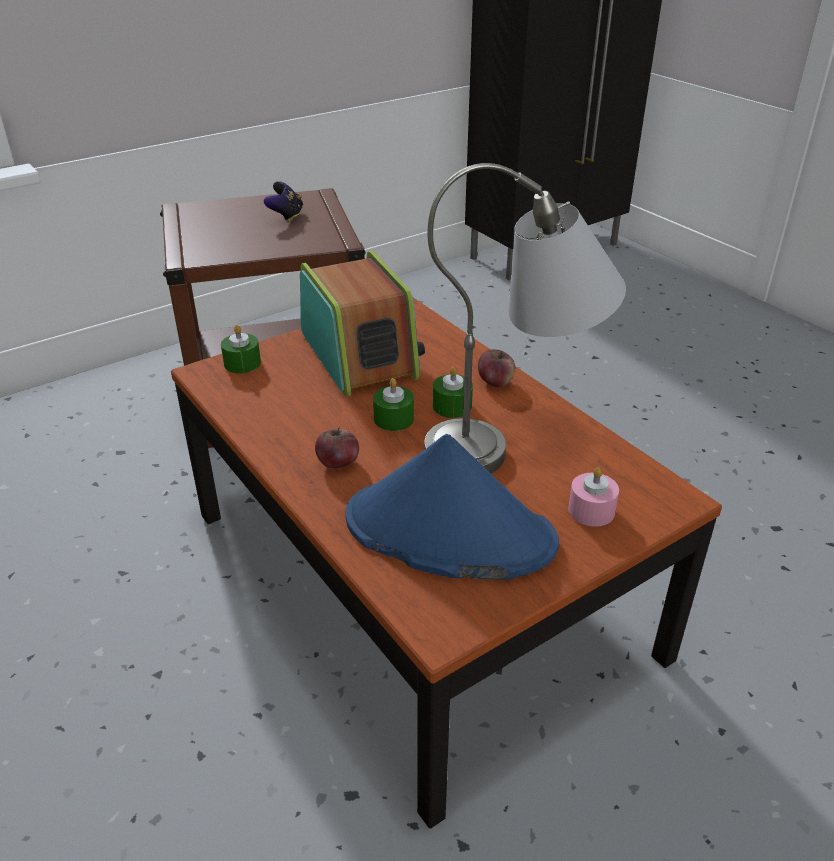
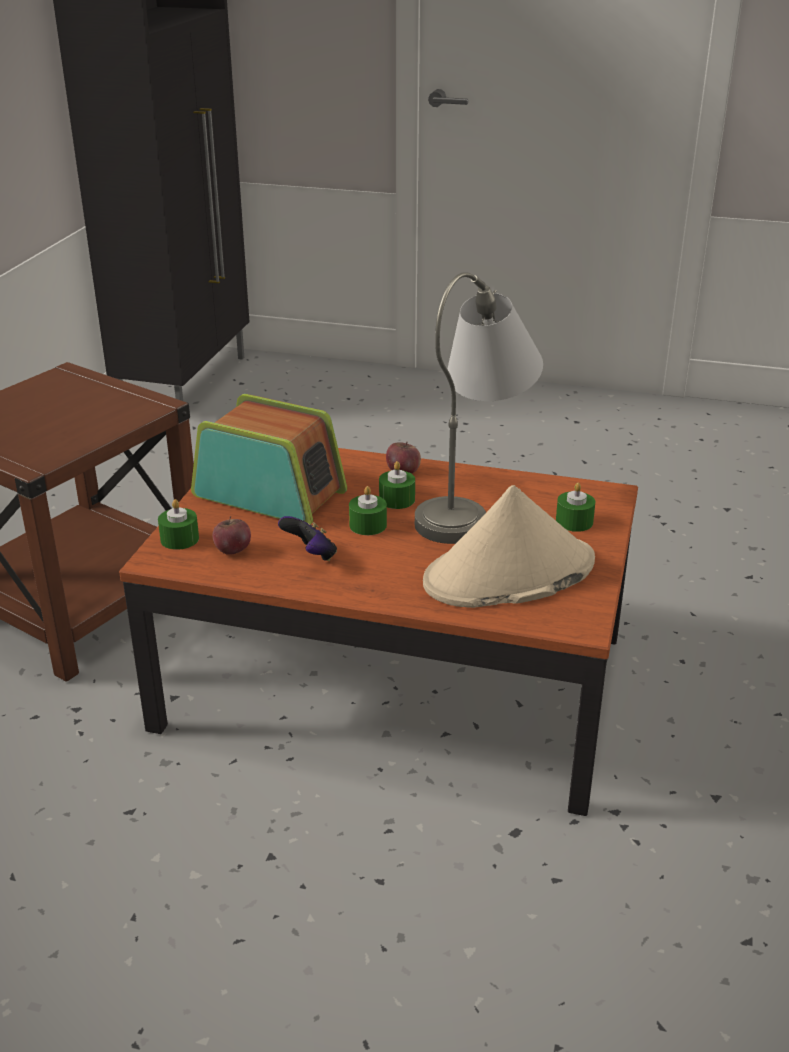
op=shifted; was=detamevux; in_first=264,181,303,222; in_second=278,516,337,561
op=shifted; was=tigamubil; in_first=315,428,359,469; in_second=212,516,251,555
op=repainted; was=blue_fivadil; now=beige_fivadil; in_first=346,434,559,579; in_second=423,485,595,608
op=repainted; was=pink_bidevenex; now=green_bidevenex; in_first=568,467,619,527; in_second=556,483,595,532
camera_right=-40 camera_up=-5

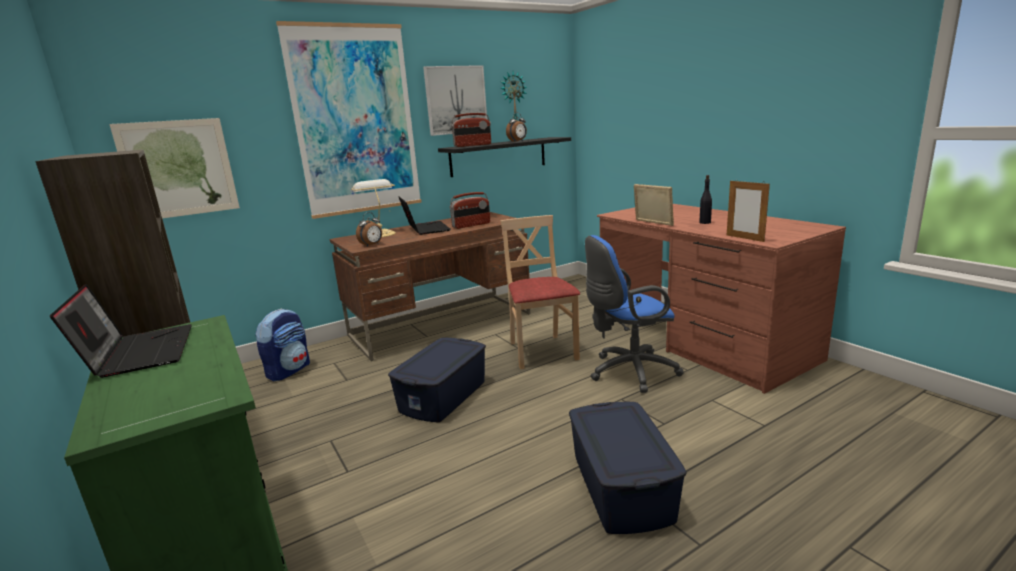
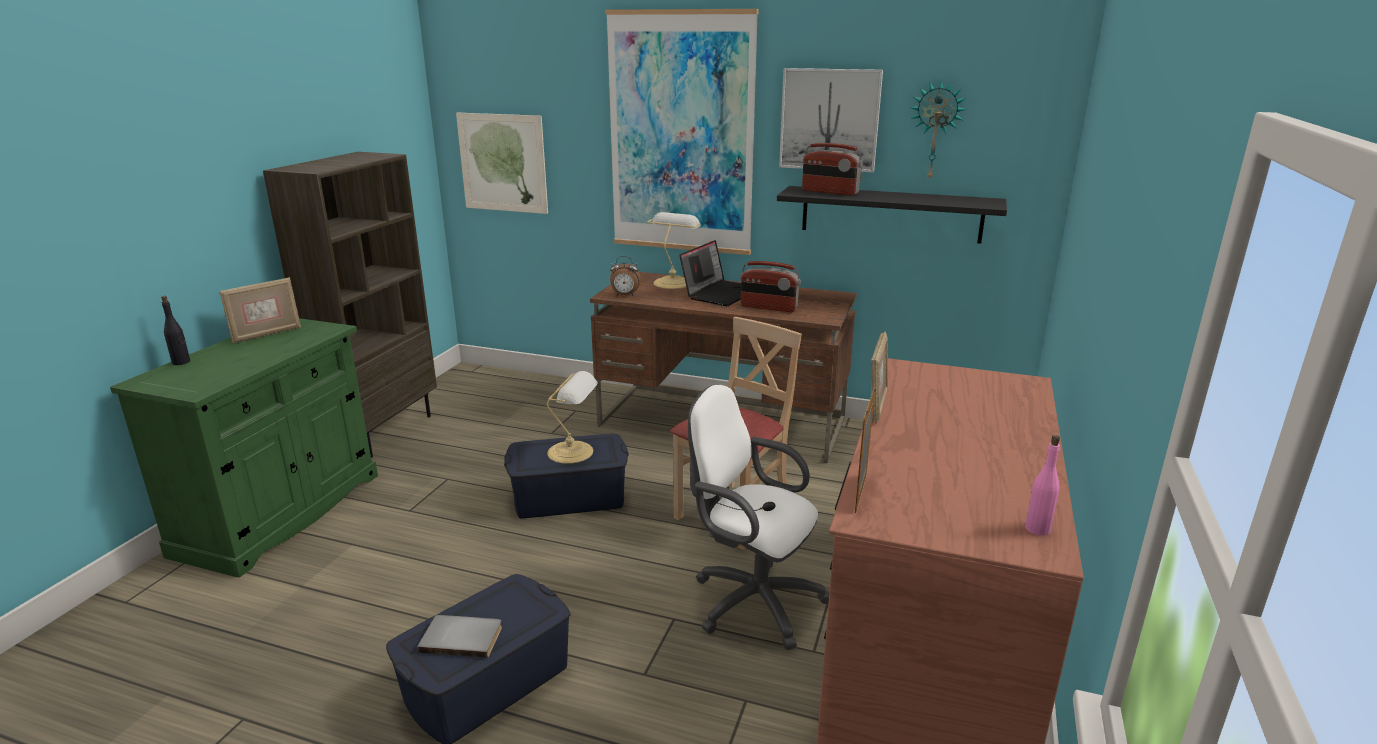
op=swapped; was=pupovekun; now=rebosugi; in_first=50,284,192,378; in_second=220,277,301,344
op=gone; was=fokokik; in_first=255,308,310,381
op=gone; was=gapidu; in_first=506,113,527,142
op=repainted; was=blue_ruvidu; now=white_ruvidu; in_first=585,235,683,393; in_second=688,384,829,650
op=shifted; was=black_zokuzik; in_first=699,175,712,224; in_second=161,296,190,365
op=new; now=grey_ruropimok; in_second=417,615,502,658
op=new; now=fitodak; in_second=547,371,598,464
op=new; now=pink_zokuzik; in_second=1025,435,1060,536
camera_right=50 camera_up=5

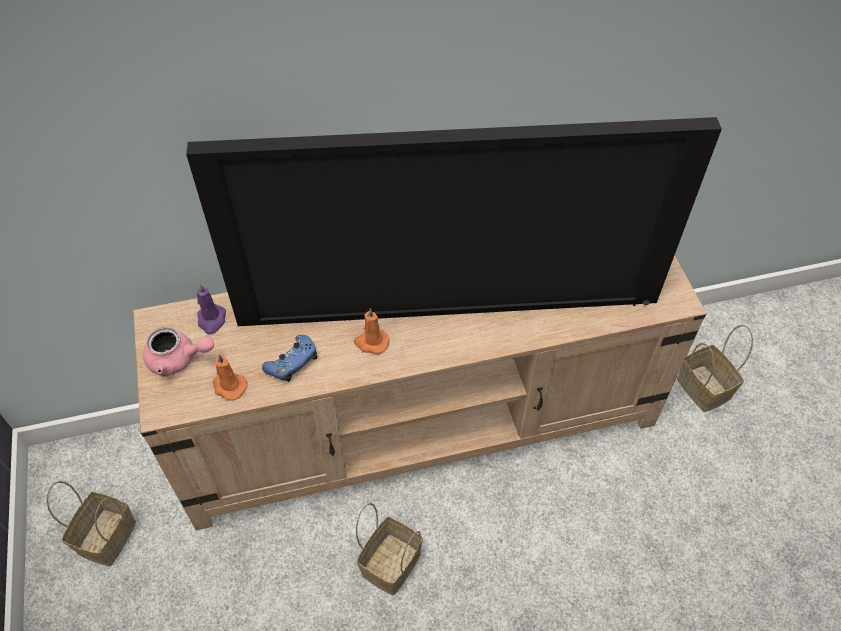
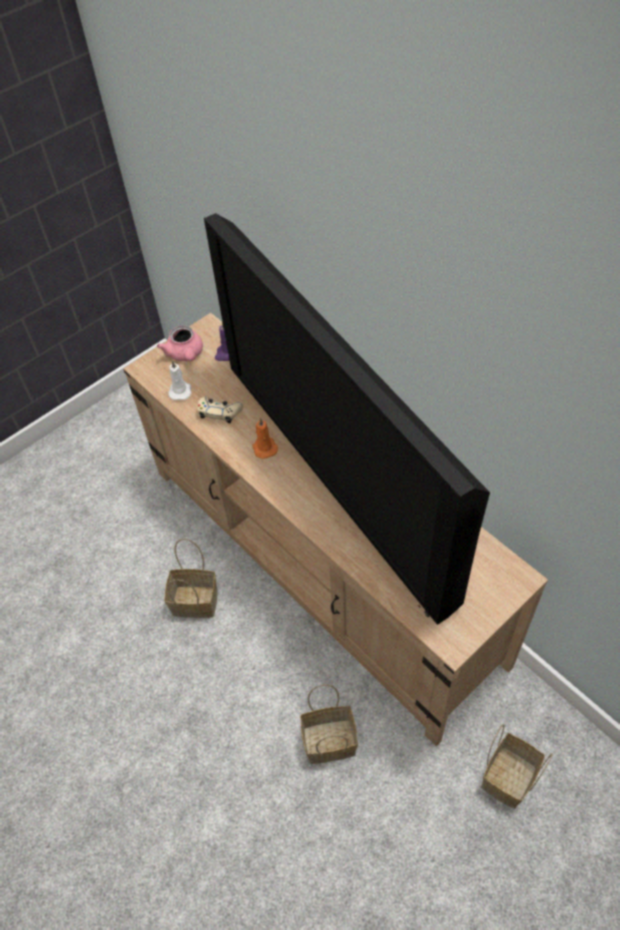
op=shifted; was=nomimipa; in_first=46,481,136,566; in_second=300,684,358,764
op=repainted; was=orange_bidevenex; now=white_bidevenex; in_first=213,354,247,401; in_second=168,360,192,400
op=repainted; was=blue_detamevux; now=beige_detamevux; in_first=262,335,317,382; in_second=197,397,243,423
camera_right=65 camera_up=0

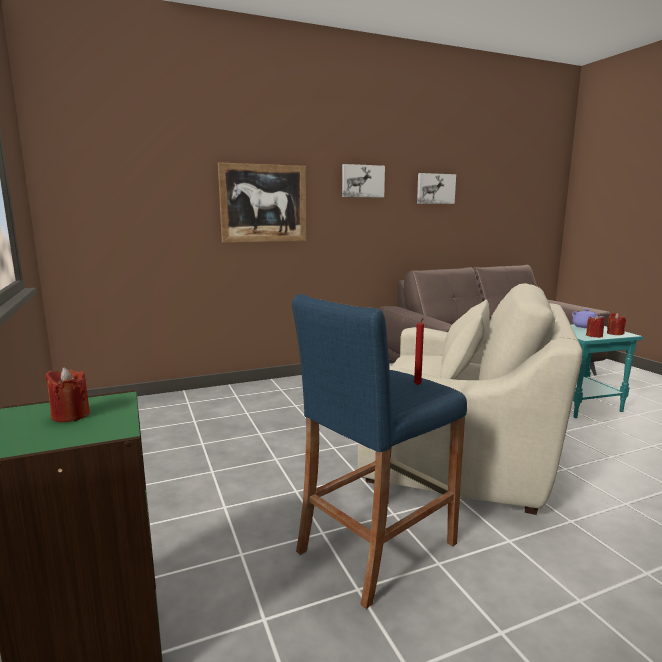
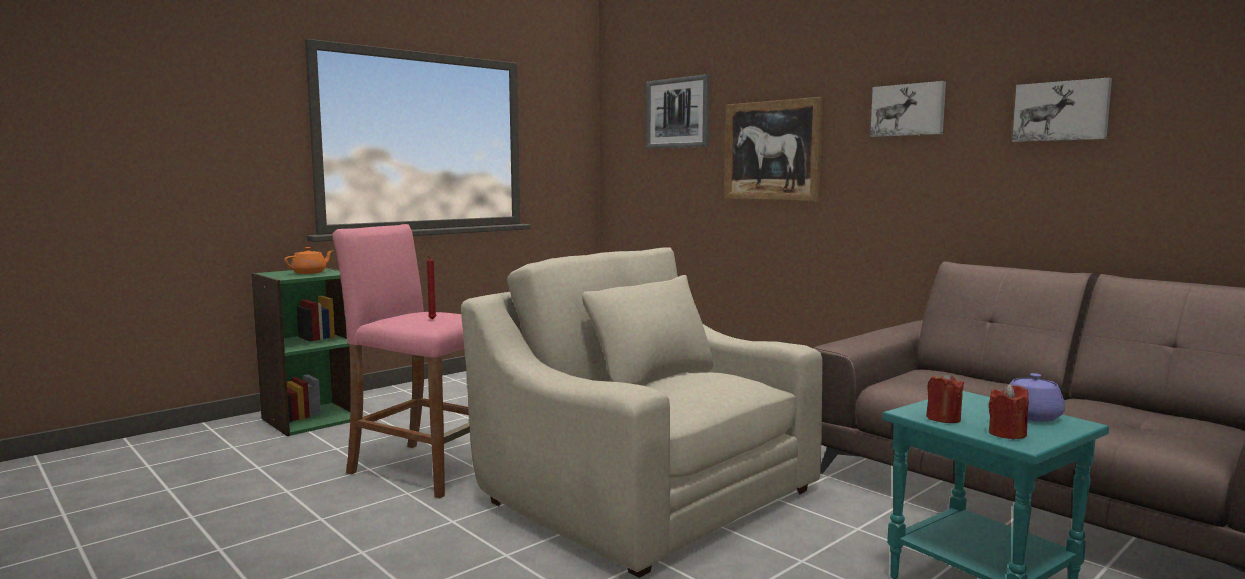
op=swapped; was=red_bidevenex; now=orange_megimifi; in_first=45,367,90,422; in_second=284,247,333,274
op=repainted; was=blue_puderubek; now=pink_puderubek; in_first=292,294,467,609; in_second=333,224,470,498
op=rotated; was=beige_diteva; in_first=357,283,582,515; in_second=461,247,823,578; clockwise=135
op=new; now=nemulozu; in_second=646,74,710,149
camera_right=70 camera_up=-5

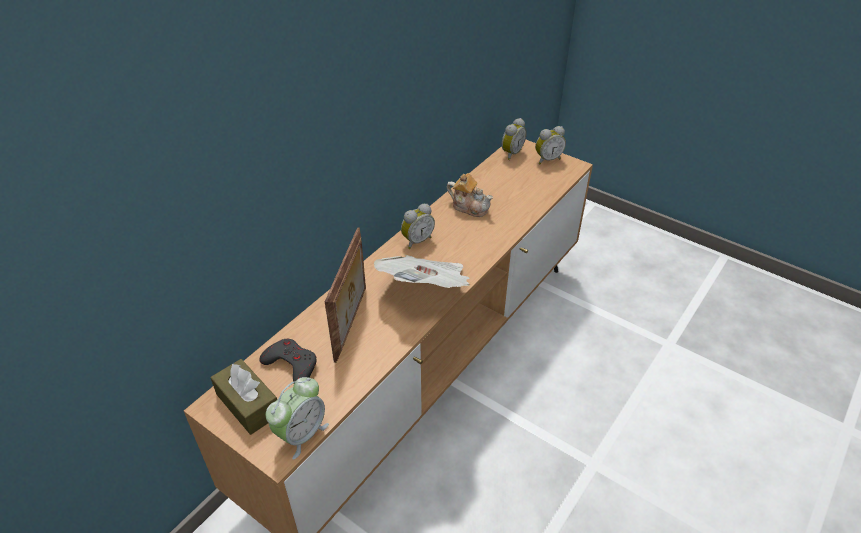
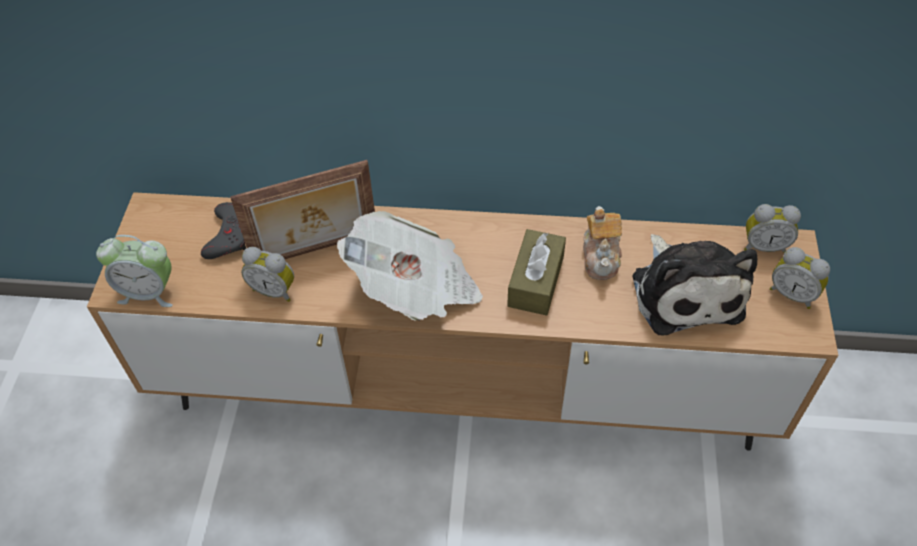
op=shifted; was=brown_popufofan; in_first=211,359,277,435; in_second=507,229,566,316
op=shifted; was=gapidu; in_first=401,204,435,249; in_second=241,247,294,302
op=new; now=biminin; in_second=632,234,757,335
camera_right=60 camera_up=10

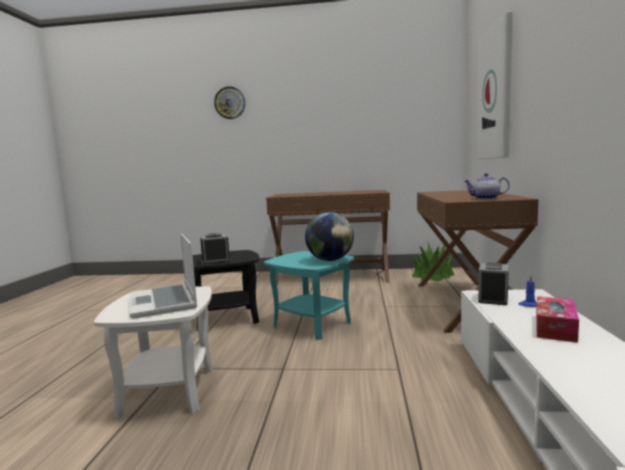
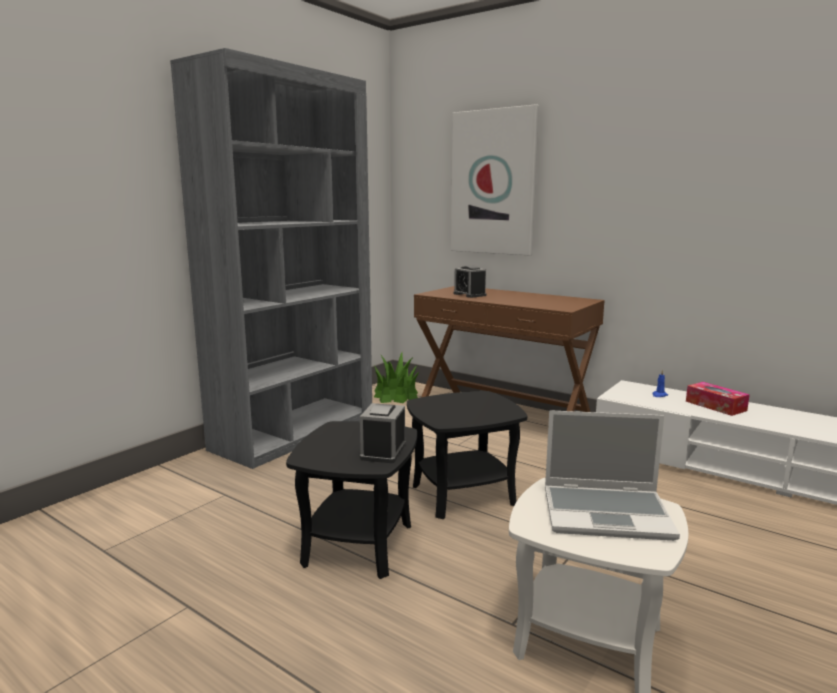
op=gone; was=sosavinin; in_first=214,86,245,119
op=repainted; was=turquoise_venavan; now=black_venavan; in_first=264,251,354,340; in_second=407,391,527,519
op=swapped; was=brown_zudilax; now=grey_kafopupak; in_first=266,190,390,284; in_second=170,48,372,469
op=gone; was=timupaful; in_first=305,212,354,261
op=gone; was=megimifi; in_first=464,173,510,200
op=shifted; was=gapidu; in_first=478,262,509,305; in_second=454,266,486,298
camera_right=-60 camera_up=5

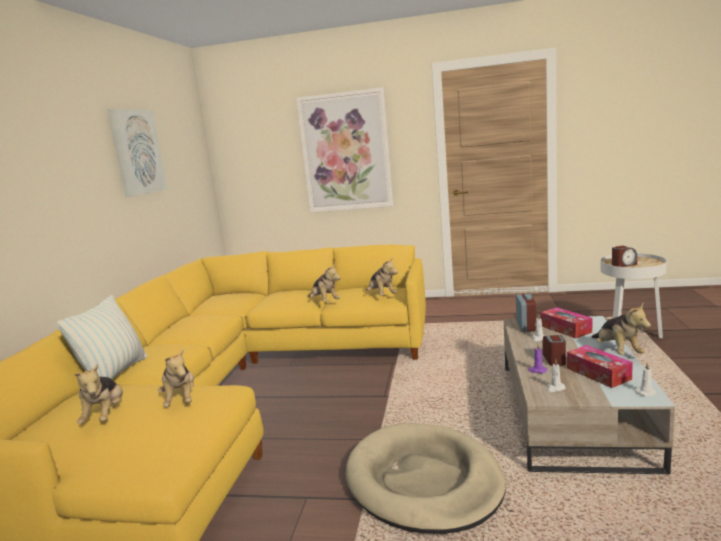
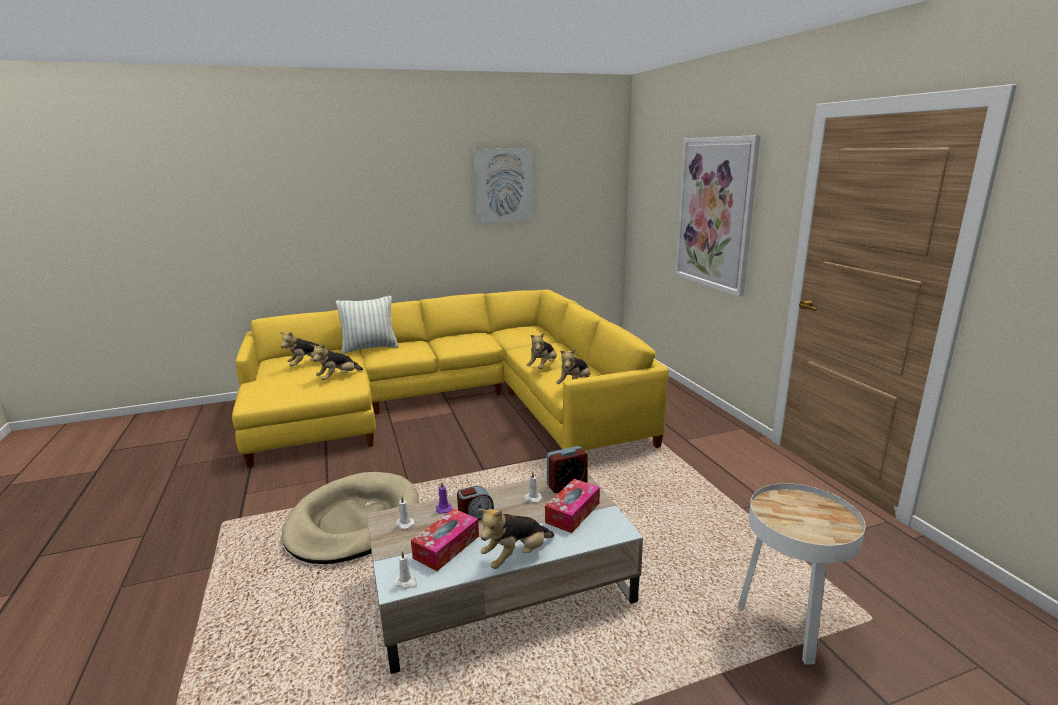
op=gone; was=gapidu; in_first=612,246,637,267
camera_right=60 camera_up=5

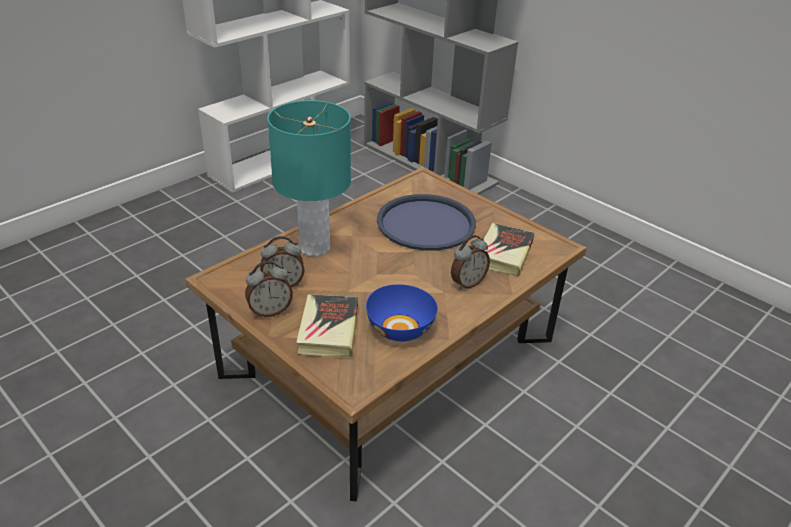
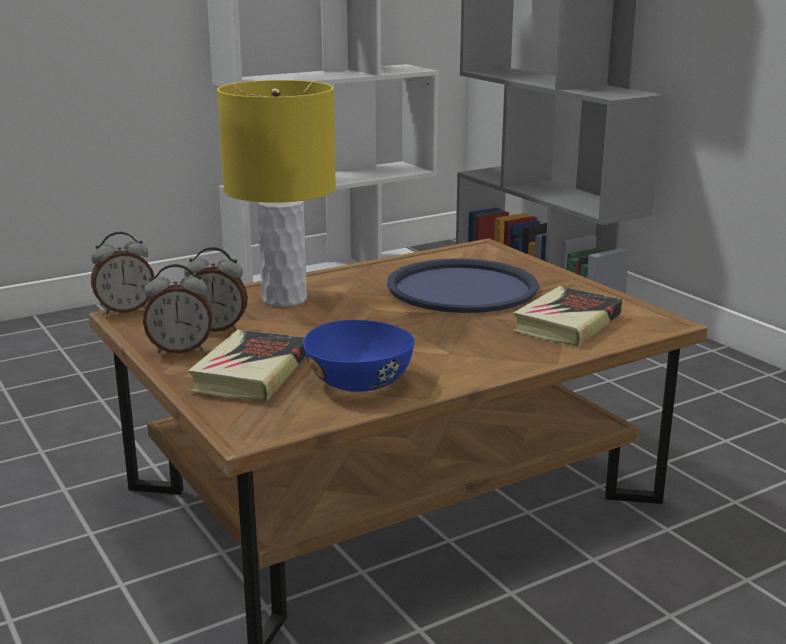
op=repainted; was=turquoise_fitodak; now=yellow_fitodak; in_first=267,100,351,257; in_second=217,80,336,307
op=shifted; was=gapidu; in_first=451,235,490,290; in_second=91,232,155,314
camera_right=15 camera_up=-15

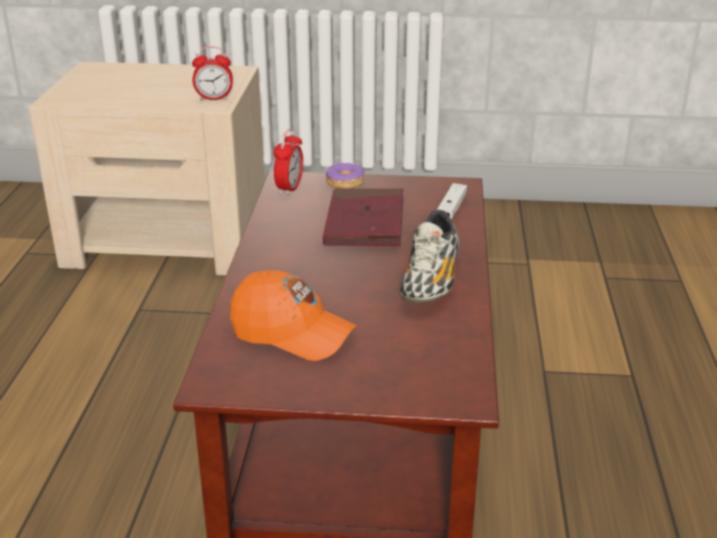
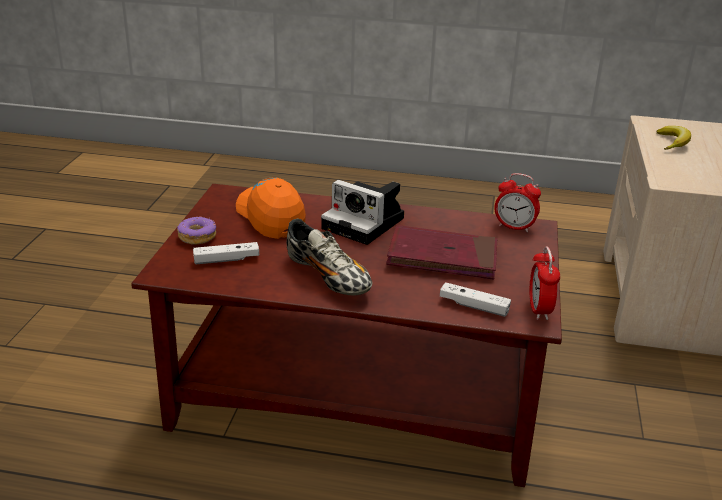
op=shifted; was=gapidu; in_first=192,46,233,100; in_second=530,247,560,320
op=rotated; was=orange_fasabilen; in_first=230,270,357,361; in_second=236,177,306,239; clockwise=120
op=shifted; was=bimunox; in_first=326,162,365,189; in_second=177,216,216,245
op=rotated; was=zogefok; in_first=400,210,459,303; in_second=287,218,372,296; clockwise=-150
op=new; now=white_detamevux; in_second=193,242,259,264
op=new; now=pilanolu; in_second=321,180,404,245
op=new; now=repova; in_second=657,126,691,150
camera_right=95 camera_up=0

